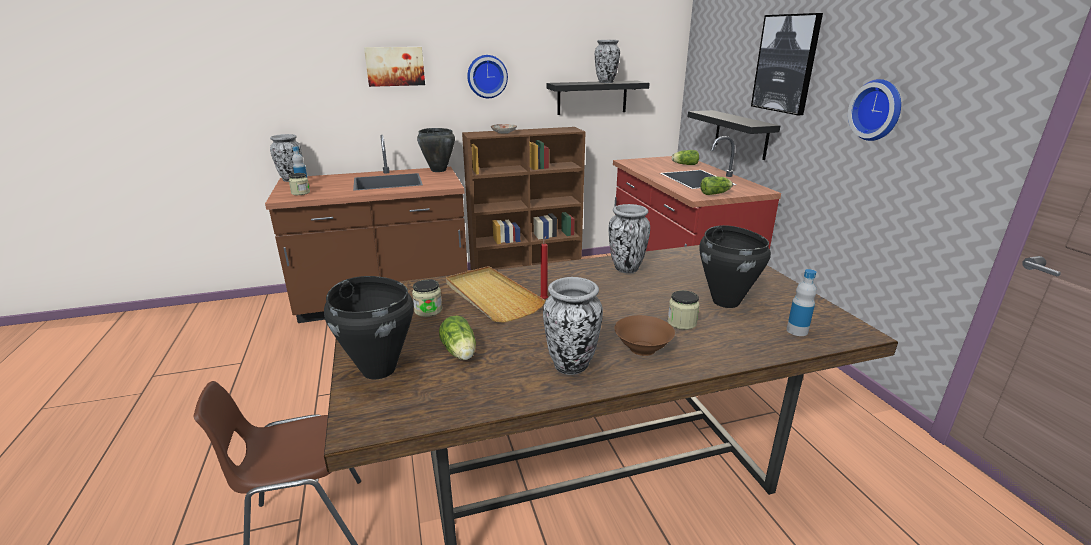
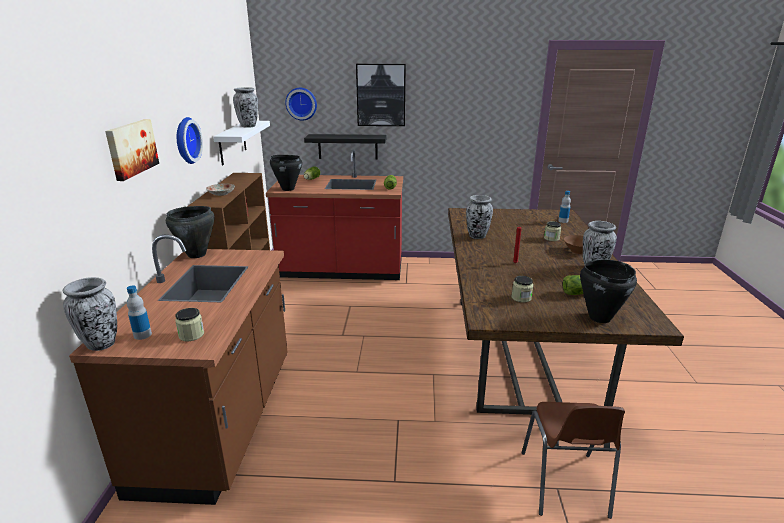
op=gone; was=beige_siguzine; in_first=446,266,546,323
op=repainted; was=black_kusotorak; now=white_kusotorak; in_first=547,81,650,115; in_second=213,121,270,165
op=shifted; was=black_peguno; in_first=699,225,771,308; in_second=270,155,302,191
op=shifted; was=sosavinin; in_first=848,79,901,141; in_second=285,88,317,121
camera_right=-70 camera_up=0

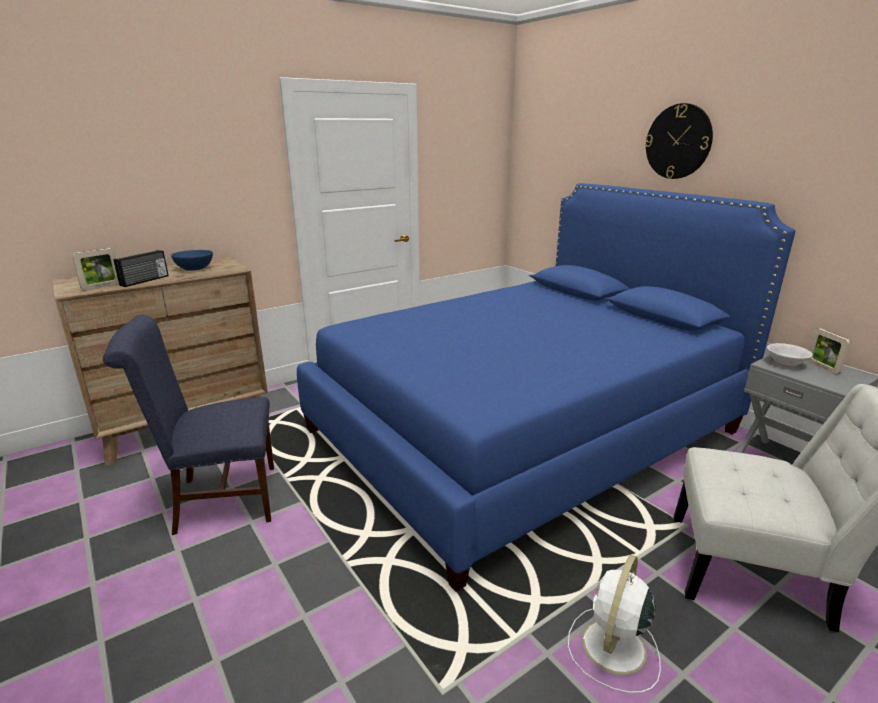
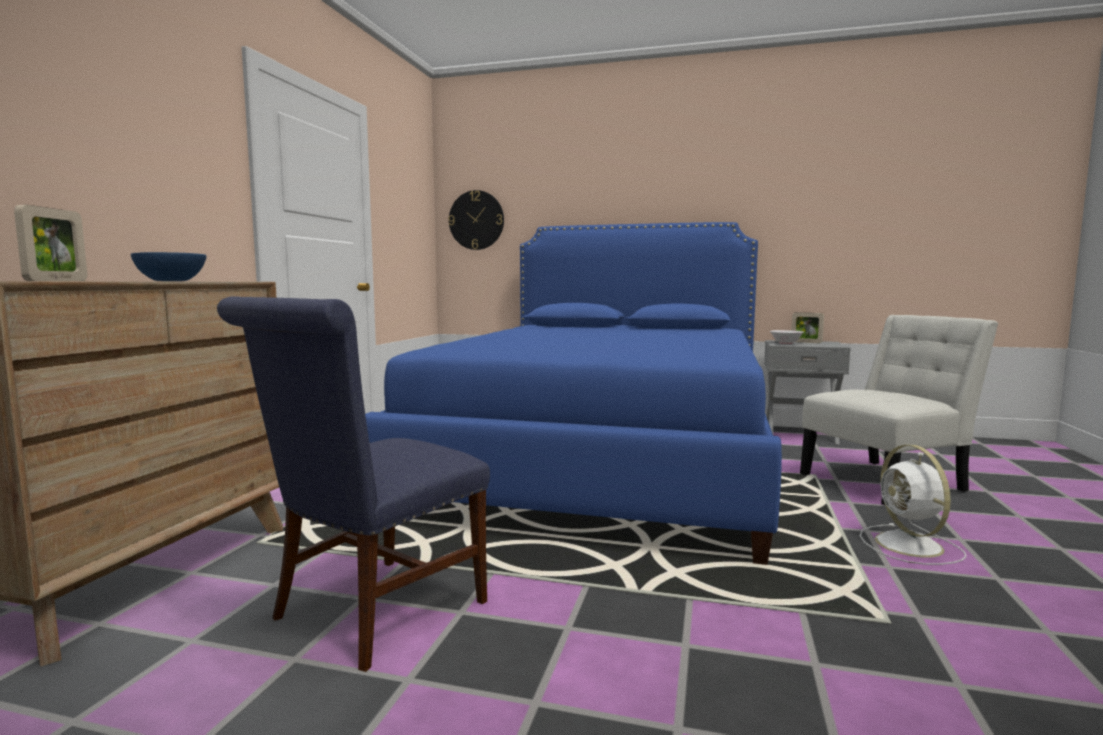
op=gone; was=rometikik; in_first=114,250,169,287
op=shifted; was=sosavinin; in_first=645,103,713,179; in_second=448,190,504,250
camera_right=-40 camera_up=-15

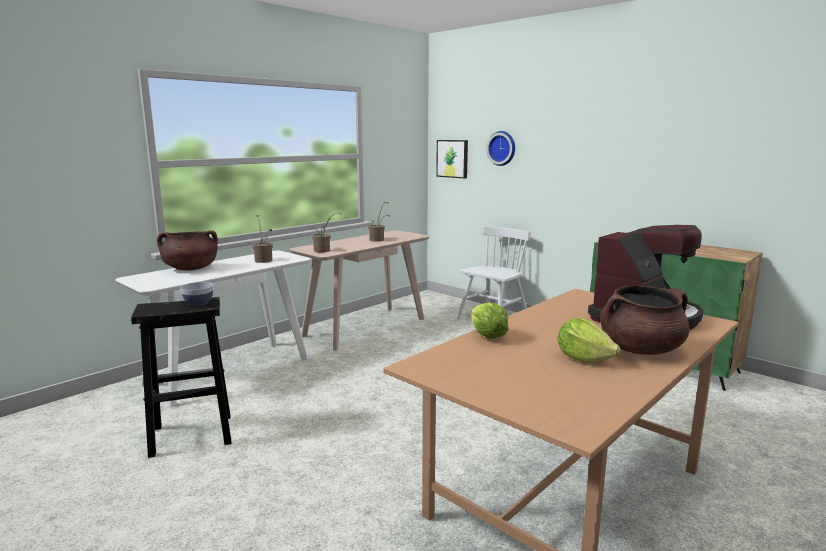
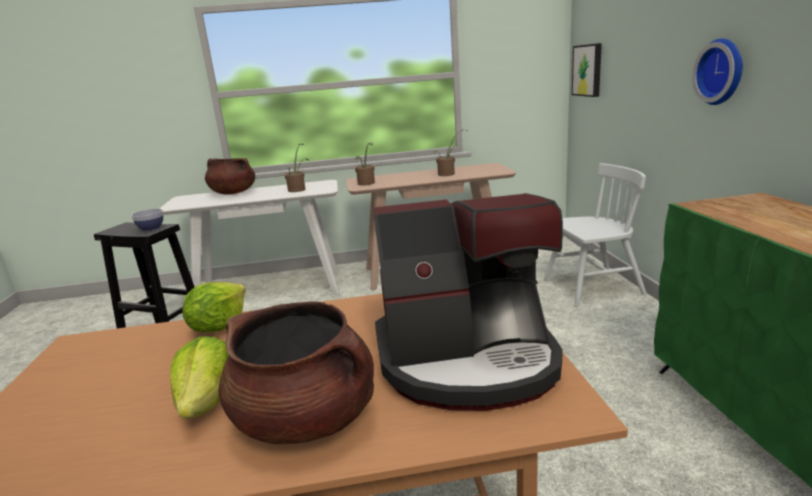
op=shifted; was=sosavinin; in_first=486,131,515,166; in_second=692,39,743,105
camera_right=40 camera_up=5

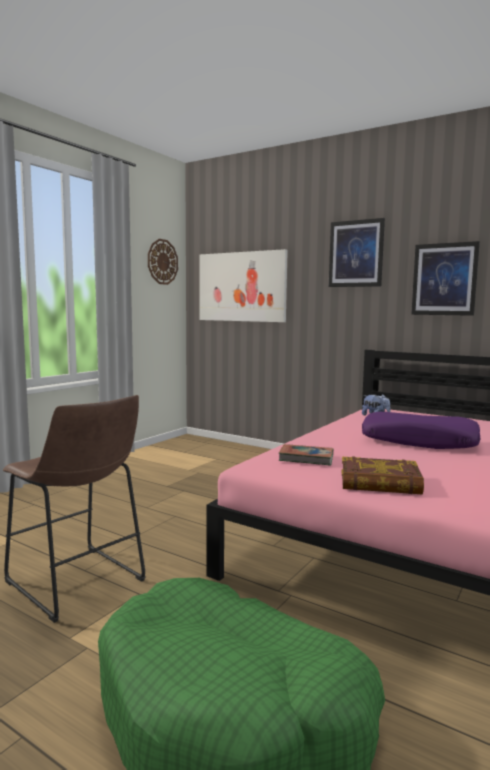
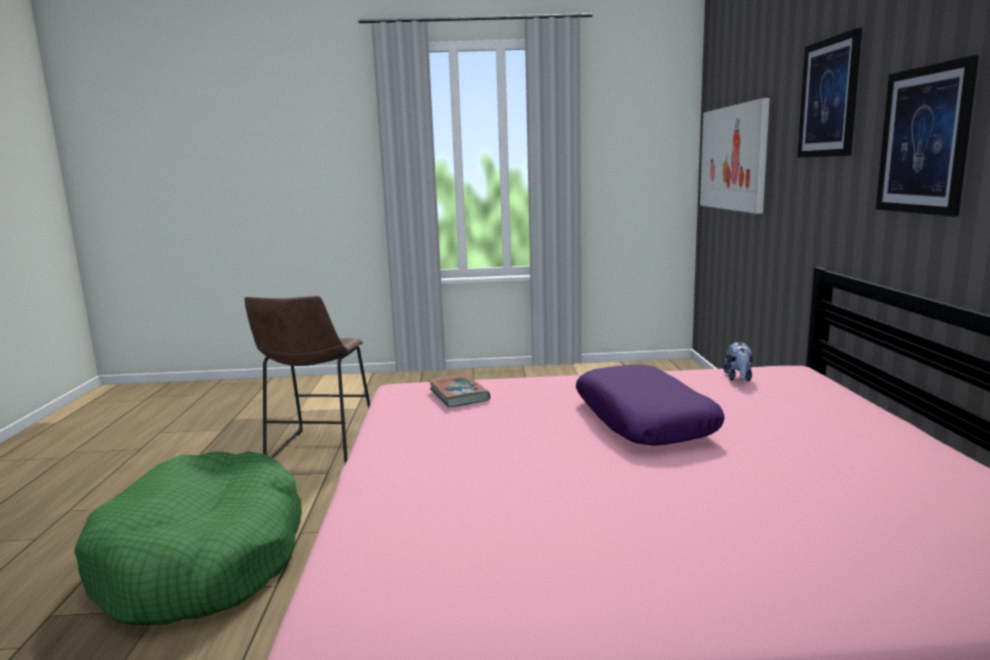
op=gone; was=sosavinin; in_first=148,239,178,285
op=gone; was=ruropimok; in_first=342,456,424,495
camera_right=55 camera_up=5

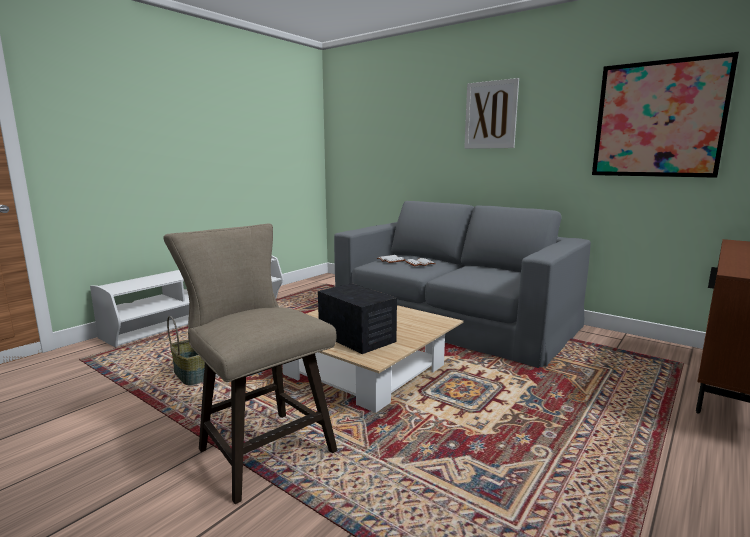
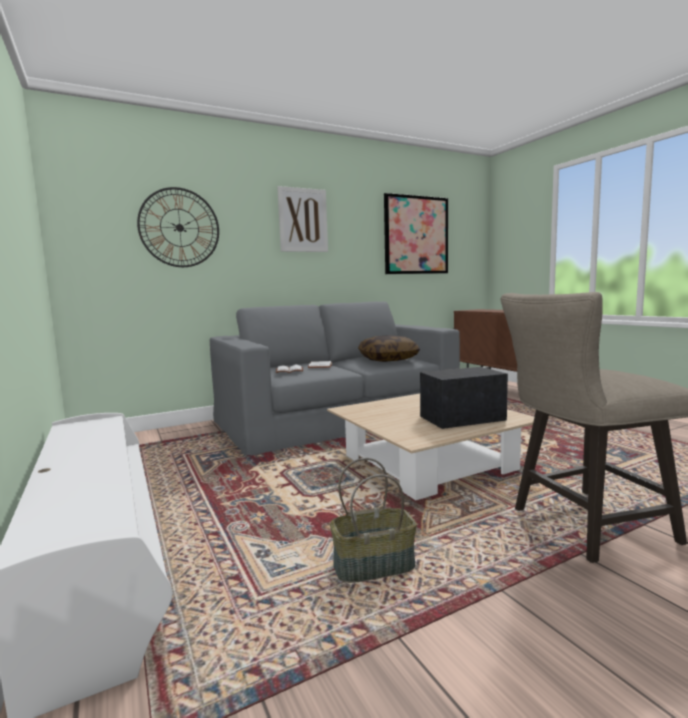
op=new; now=sosavinin; in_second=137,187,219,267
op=new; now=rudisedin; in_second=358,335,420,362
camera_right=-65 camera_up=-5

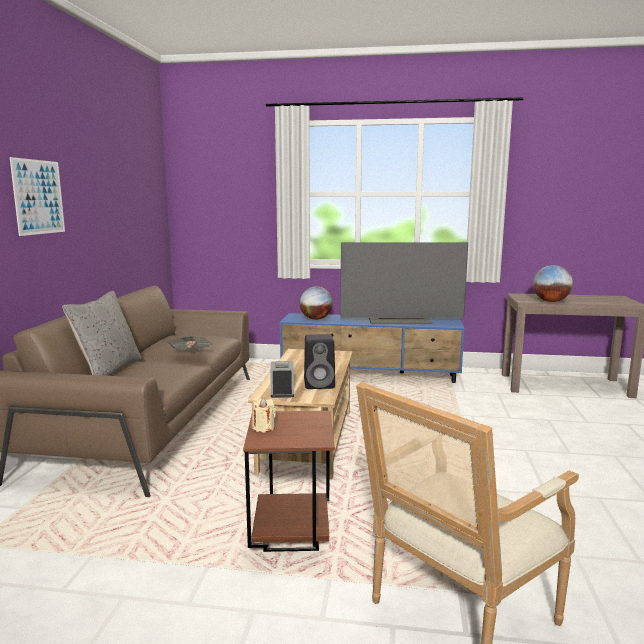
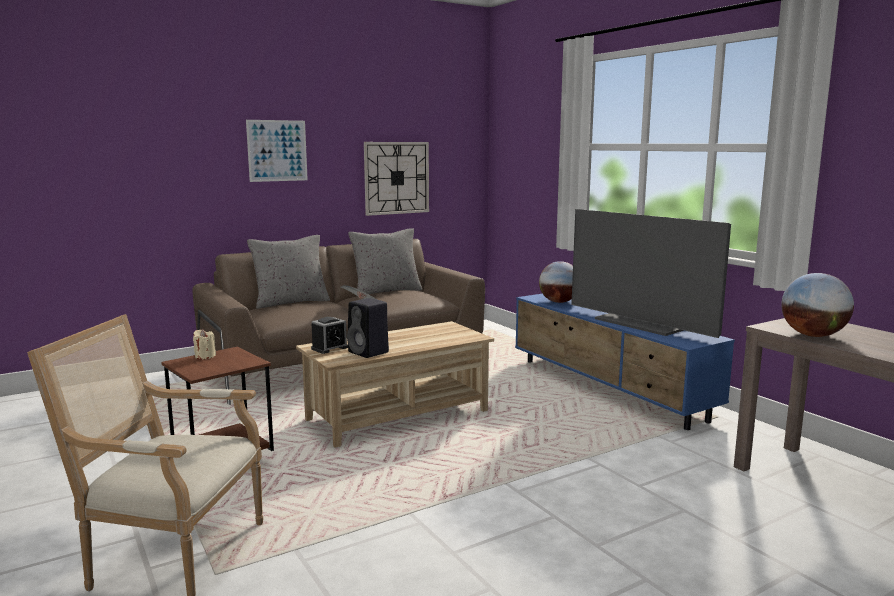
op=new; now=grey_rudisedin; in_second=348,228,422,296
op=new; now=sosavinin; in_second=364,142,429,216
camera_right=50 camera_up=0

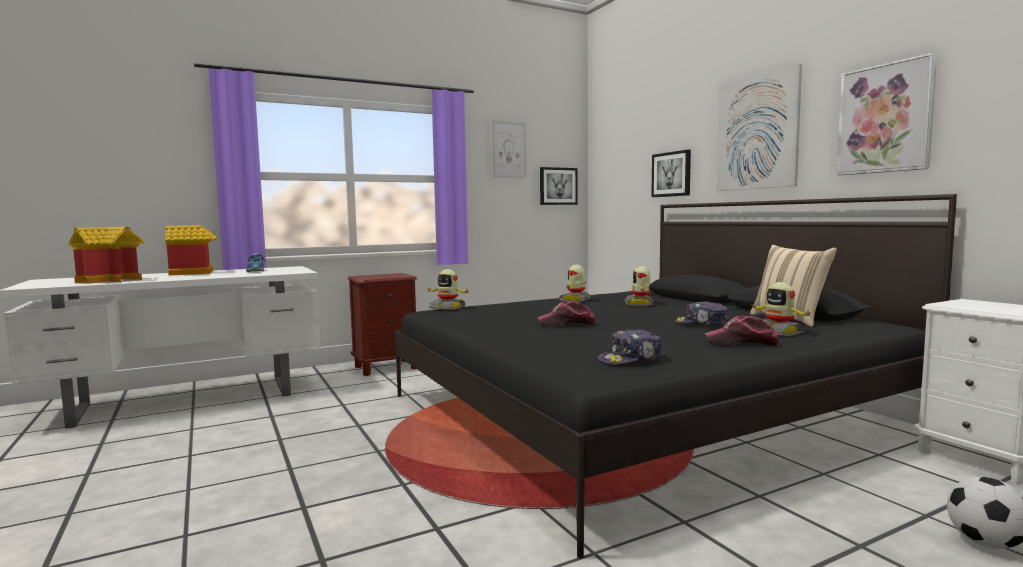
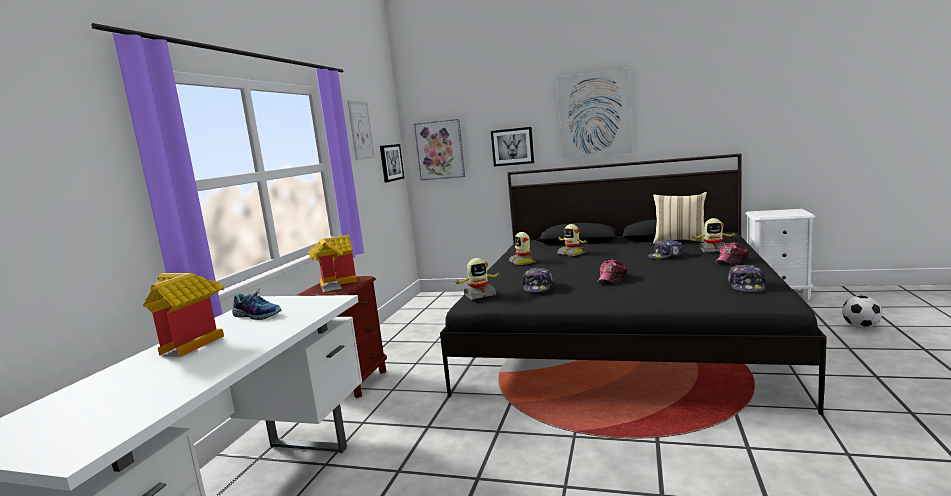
op=shifted; was=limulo; in_first=68,227,145,284; in_second=308,235,357,292
op=shifted; was=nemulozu; in_first=837,52,937,175; in_second=414,119,465,181
op=new; now=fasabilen; in_second=522,268,553,292
camera_right=-45 camera_up=5

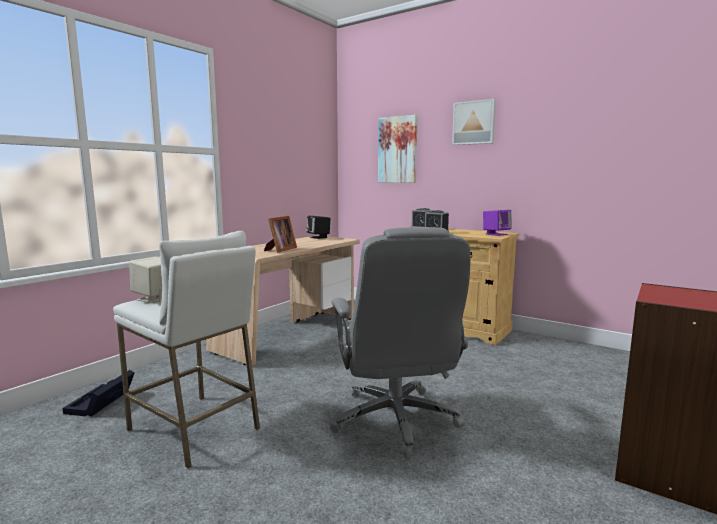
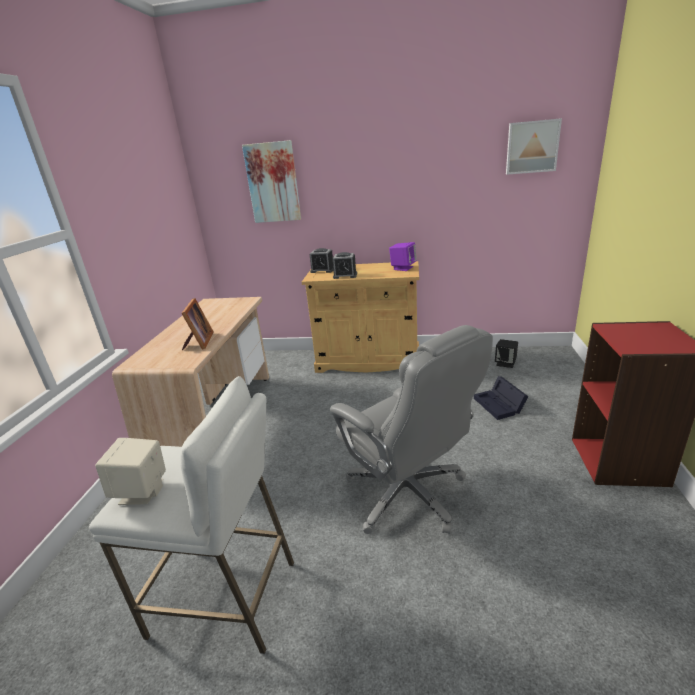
op=shifted; was=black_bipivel; in_first=62,370,135,417; in_second=474,376,528,420
op=shifted; was=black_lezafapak; in_first=307,216,330,239; in_second=495,339,518,368
op=shifted; was=nemulozu; in_first=452,99,496,145; in_second=506,118,562,175
camera_right=-25 camera_up=15

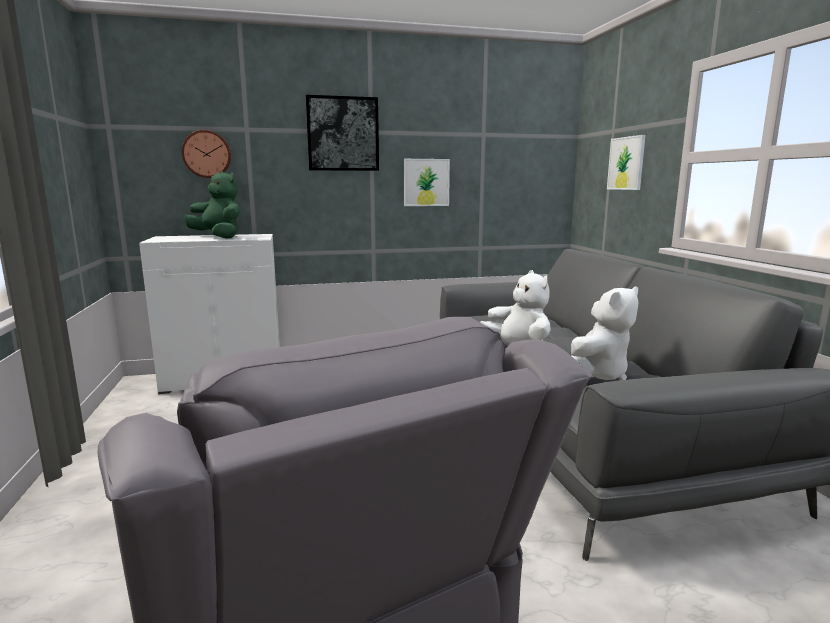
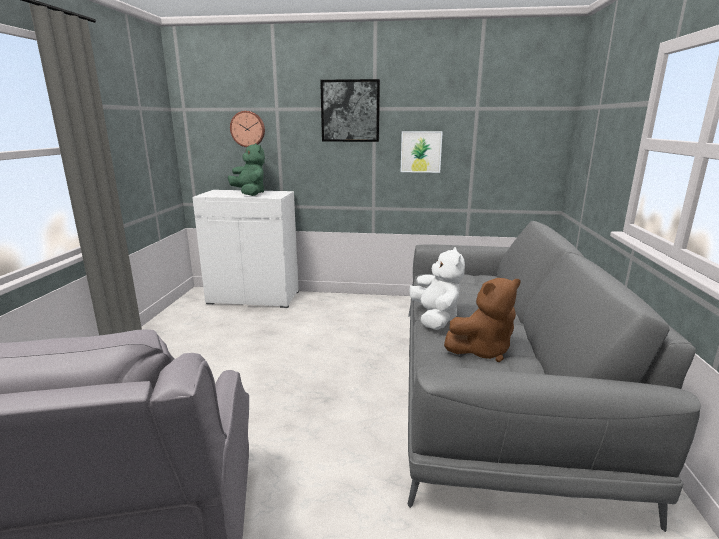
op=repainted; was=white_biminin; now=brown_biminin; in_first=571,286,638,380; in_second=444,278,521,362
op=gone; was=nemulozu; in_first=607,135,645,190
camera_right=20 camera_up=5

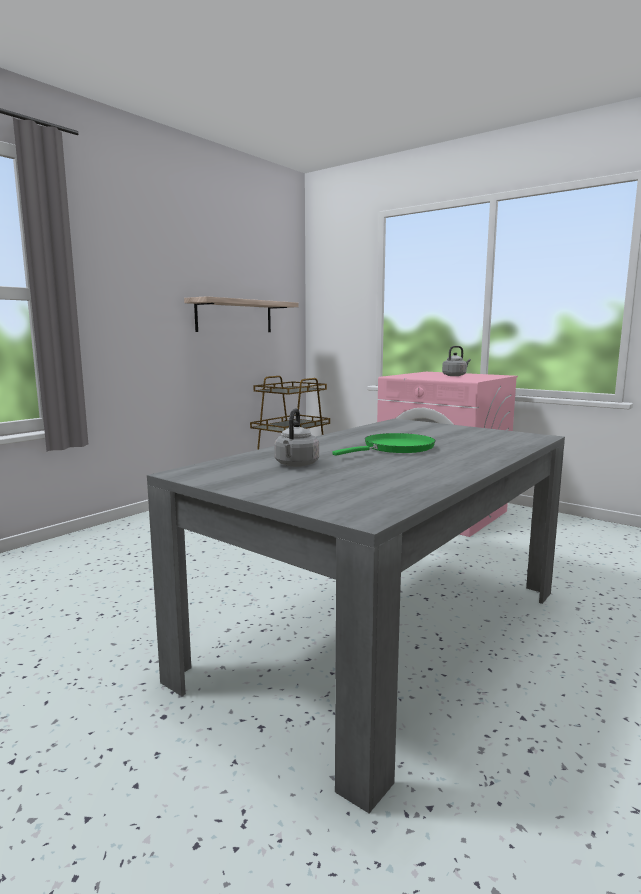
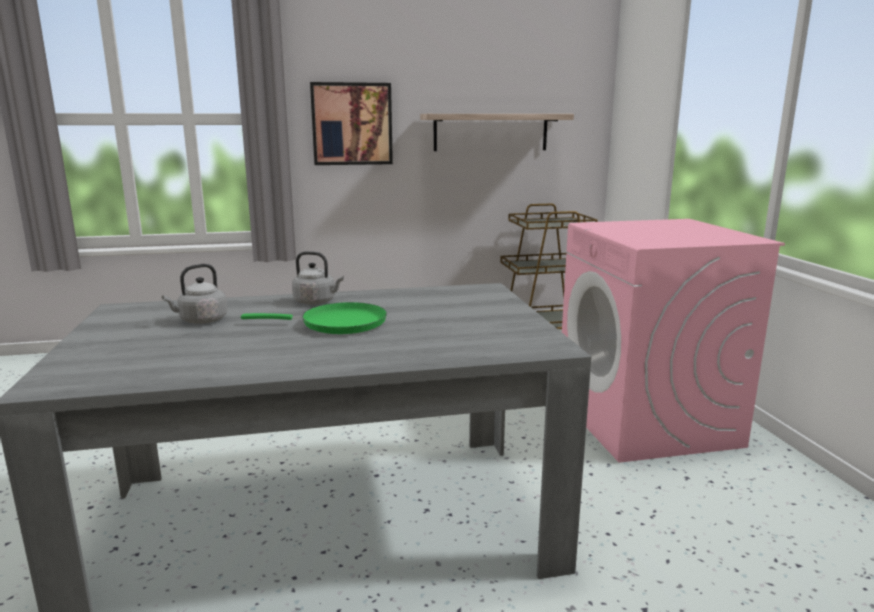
op=shifted; was=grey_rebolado; in_first=442,346,471,376; in_second=292,251,344,305
op=new; now=nemulozu; in_second=310,82,393,165
camera_right=40 camera_up=5

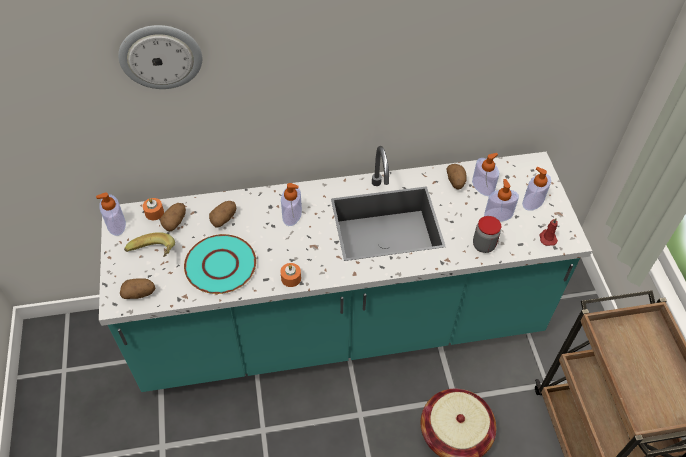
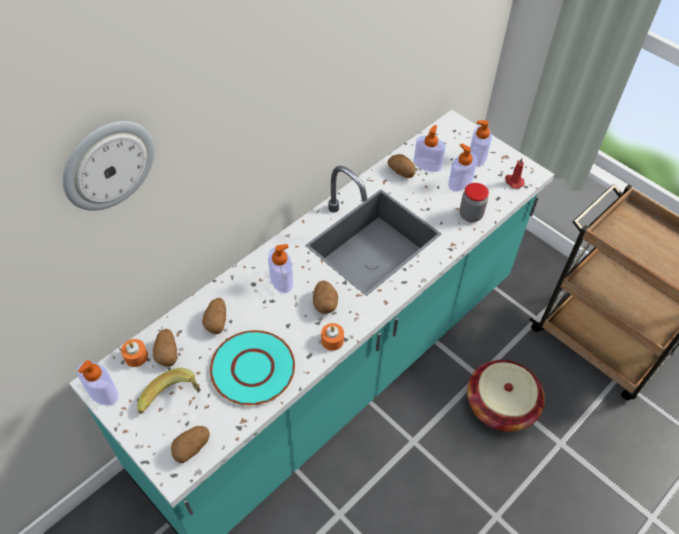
op=new; now=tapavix; in_second=313,280,338,314
camera_right=-35 camera_up=0

